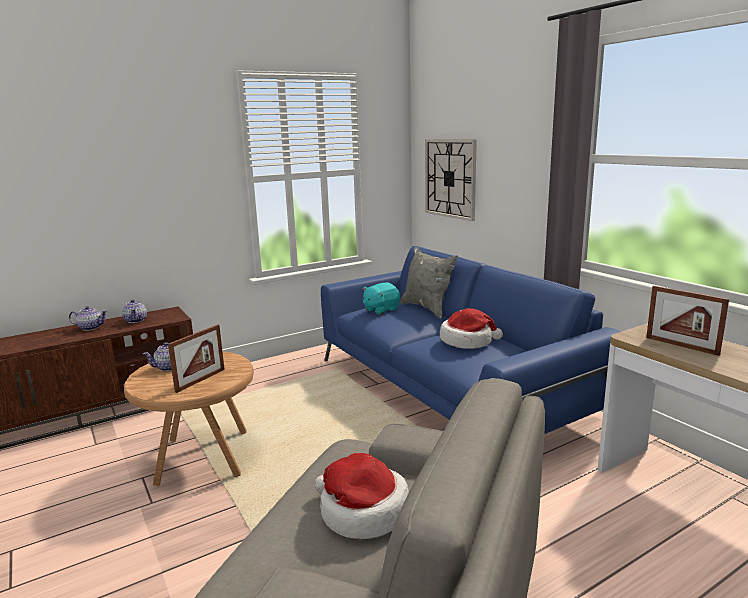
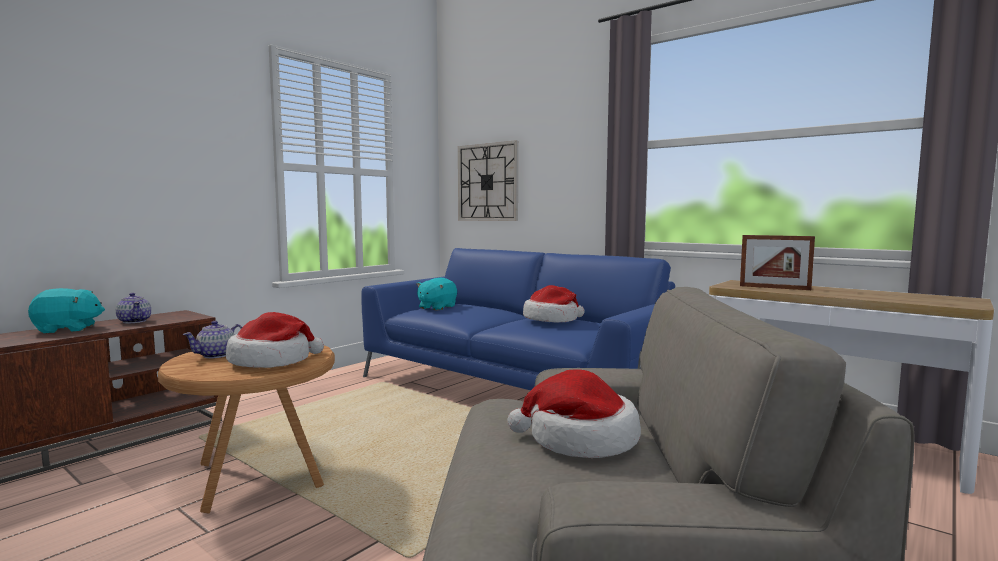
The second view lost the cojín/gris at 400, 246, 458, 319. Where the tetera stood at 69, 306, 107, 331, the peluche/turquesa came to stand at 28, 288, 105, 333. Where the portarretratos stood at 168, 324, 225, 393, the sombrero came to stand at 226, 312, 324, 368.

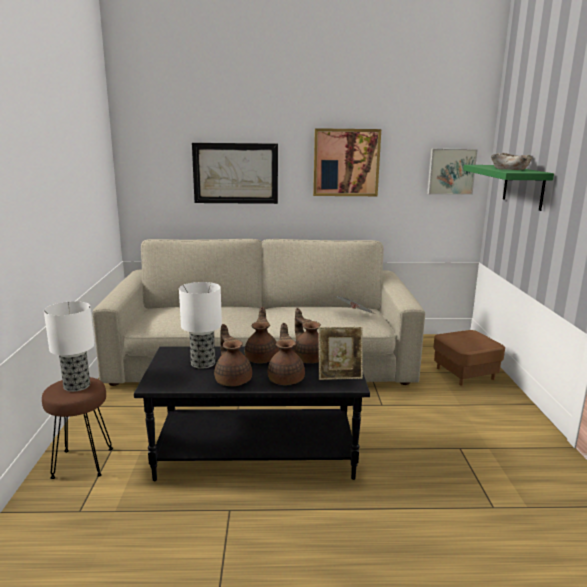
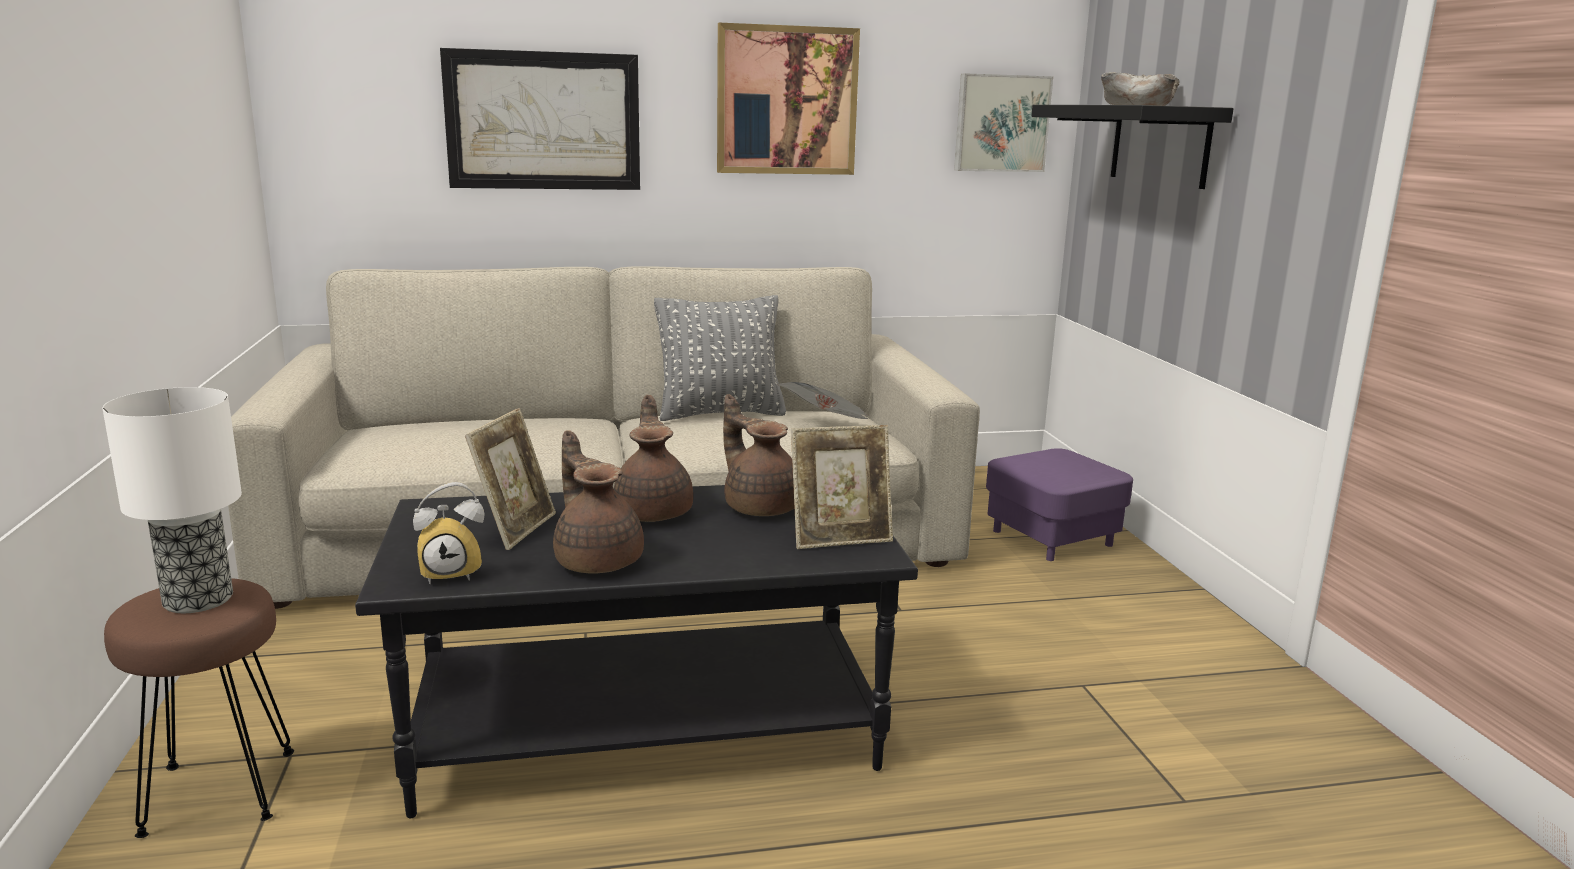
The second view lost the tetera/marrón at 268, 323, 305, 385. The second view gained the despertador at 413, 482, 484, 584. The second view gained the cojín/gris at 654, 295, 786, 421. Where the lámpara de mesa stood at 179, 282, 222, 369, the portarretratos came to stand at 465, 408, 556, 550. What was the puf/marrón at 433, 330, 505, 385 turned into the puf/morado at 986, 448, 1133, 561. What was the estante/verde at 463, 165, 554, 211 turned into the estante/negro at 1031, 105, 1234, 189.

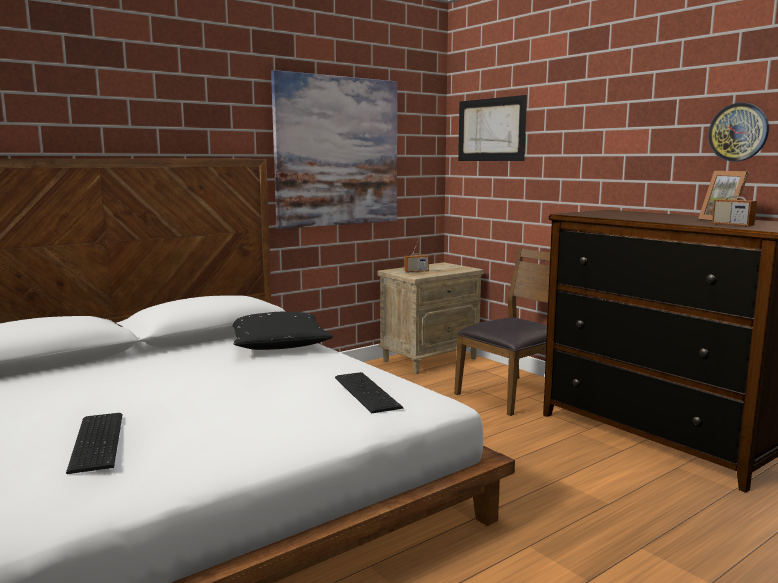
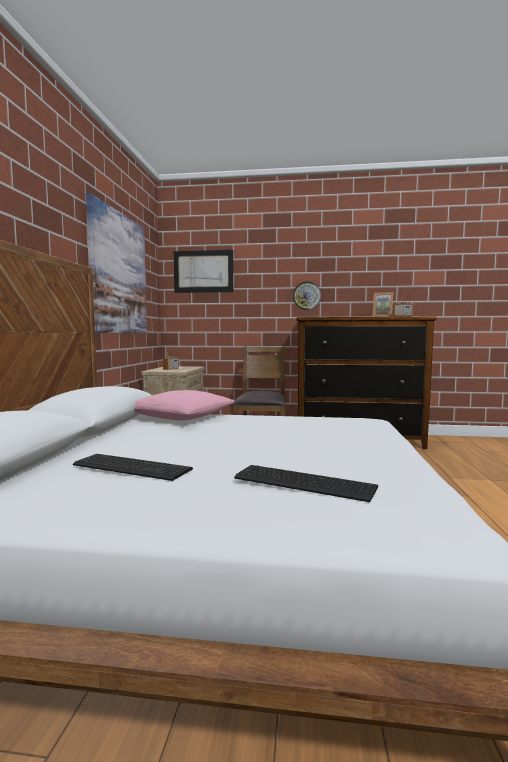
The teclado ended up elsewhere, having gone from 335, 372, 404, 414 to 73, 454, 193, 481. The reloj de pared ended up elsewhere, having gone from 708, 102, 769, 161 to 293, 281, 321, 310. What was the cojín/negro at 233, 312, 333, 350 turned into the cojín/rosa at 135, 390, 235, 420.

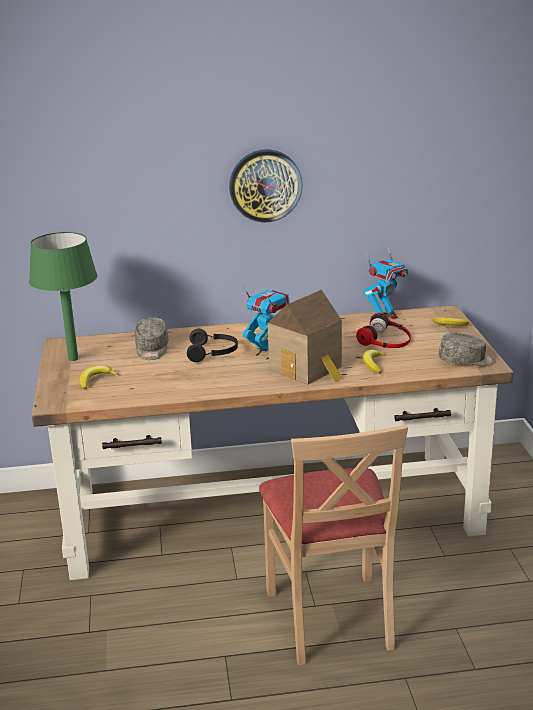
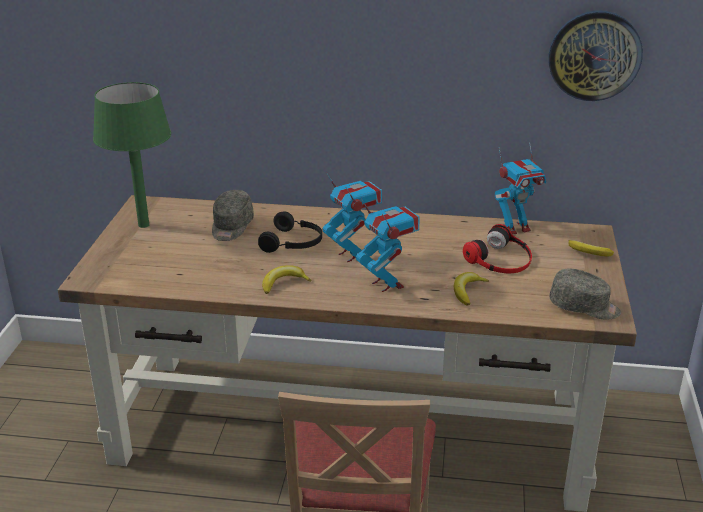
The plátano ended up elsewhere, having gone from 79, 365, 119, 389 to 262, 265, 312, 294. The reloj de pared ended up elsewhere, having gone from 229, 149, 303, 223 to 549, 10, 643, 101. Where the casita stood at 268, 289, 343, 385, the robot de juguete came to stand at 356, 198, 420, 292.

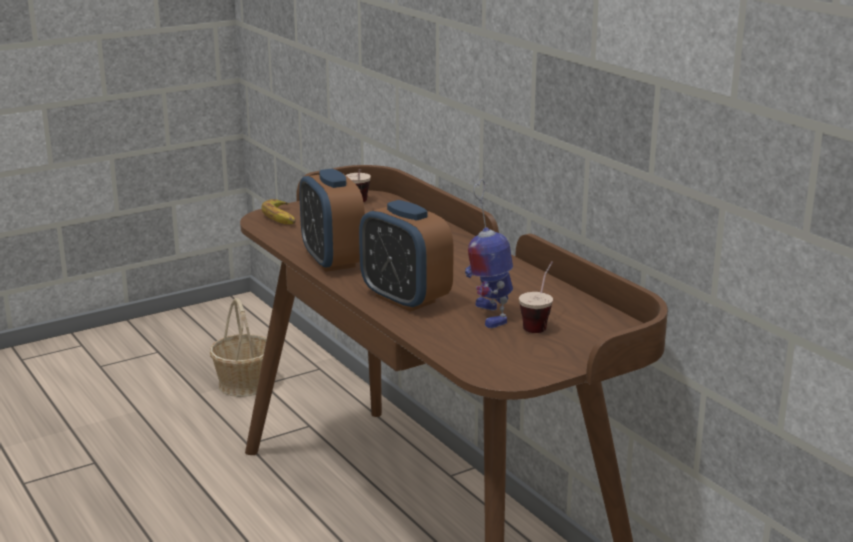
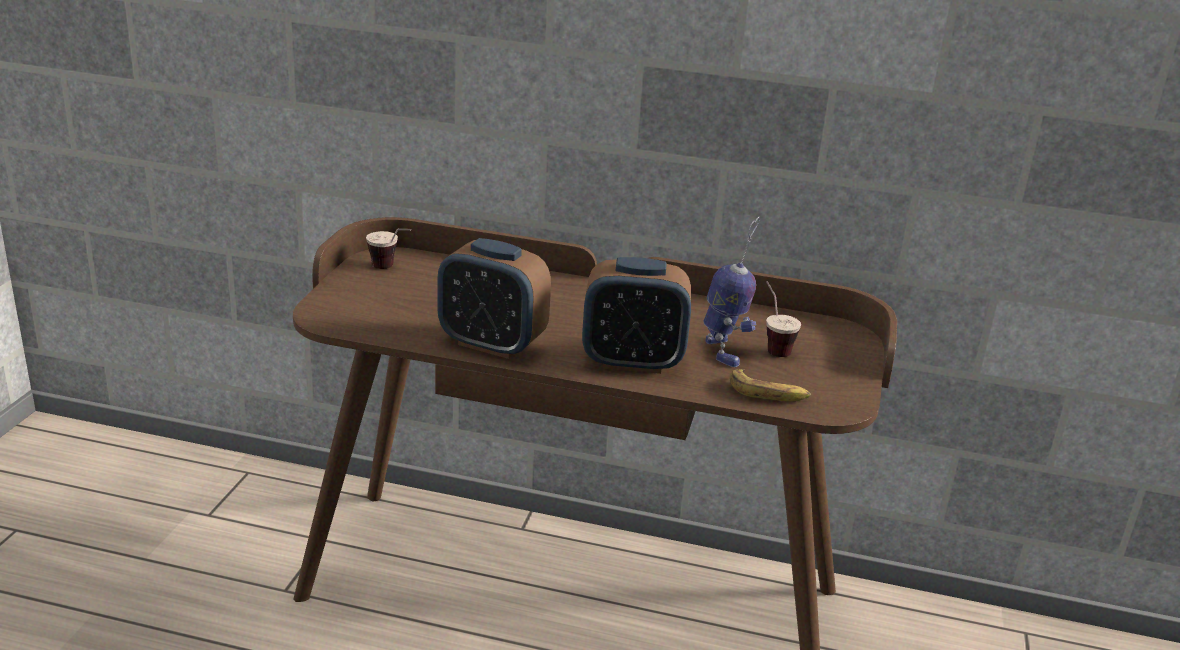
The second view lost the cesta at 210, 298, 267, 397. The plátano ended up elsewhere, having gone from 261, 199, 296, 225 to 730, 369, 811, 402. The robot de juguete at 465, 179, 513, 328 ended up facing another way, 135 degrees counterclockwise from before.

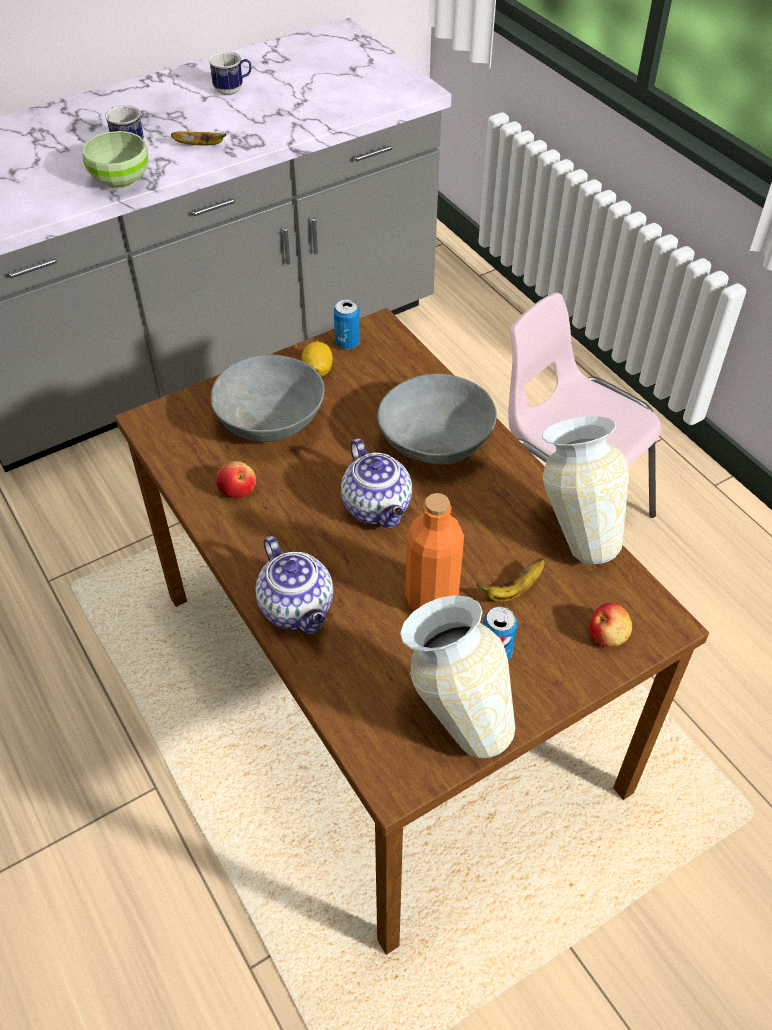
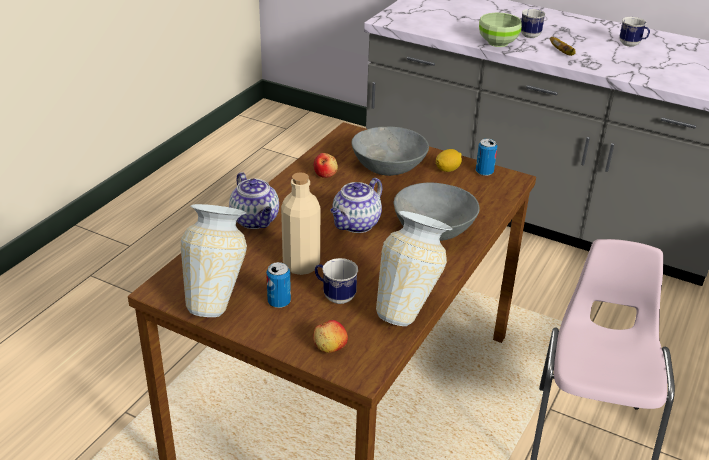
Where the plátano stood at 476, 559, 545, 602, the taza grande came to stand at 315, 258, 358, 304. What was the botella/naranja at 405, 493, 464, 611 turned into the botella/beis at 281, 172, 320, 275. The tetera at 256, 536, 333, 634 ended up facing another way, 60 degrees counterclockwise from before.

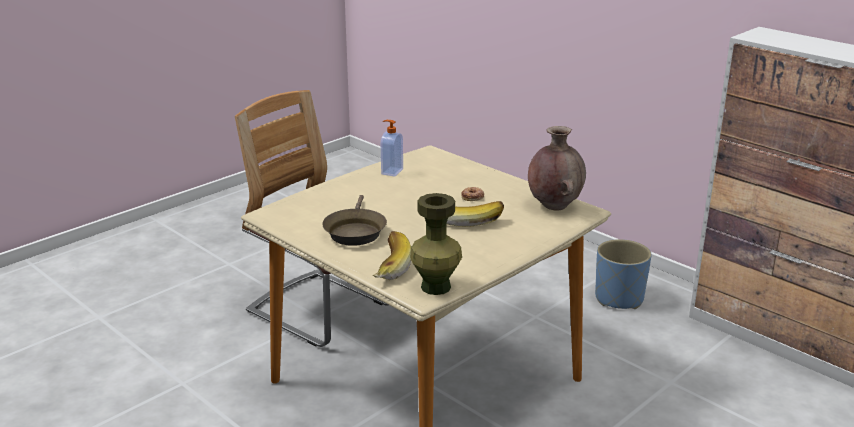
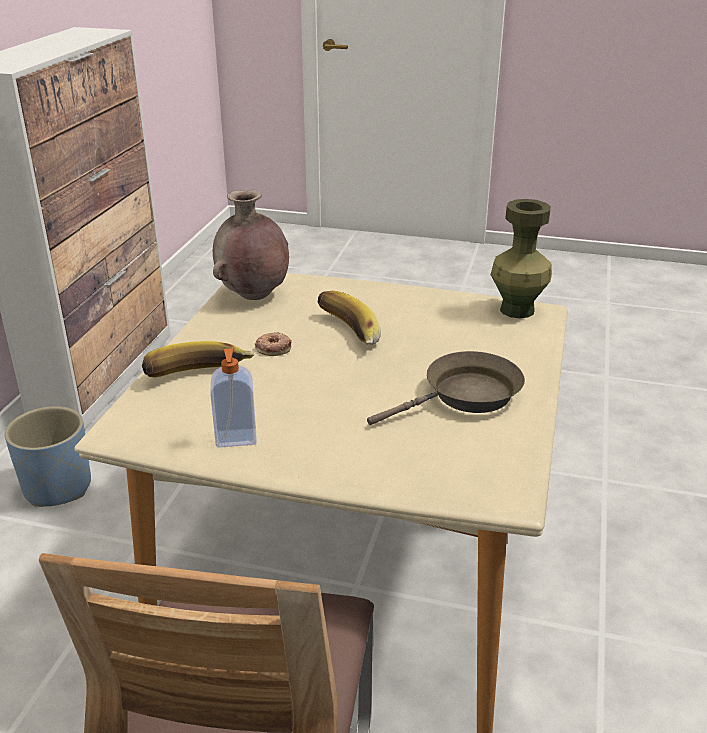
The plátano ended up elsewhere, having gone from 373, 231, 411, 280 to 142, 341, 255, 378.

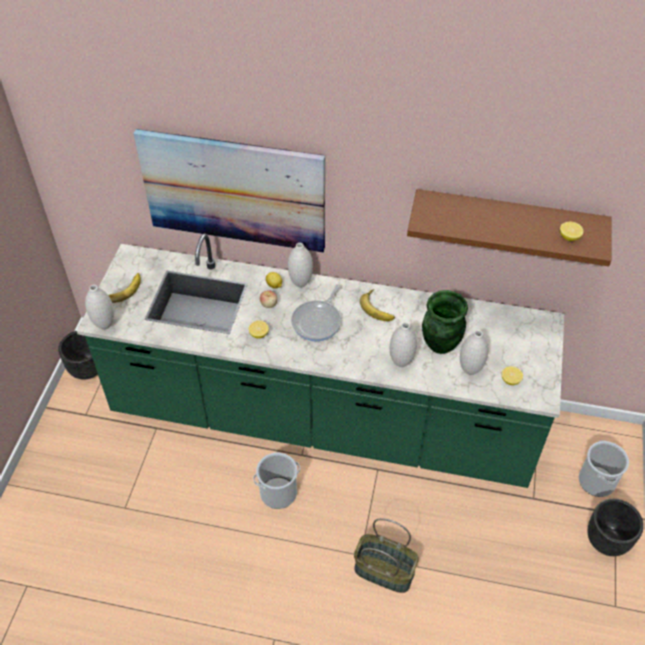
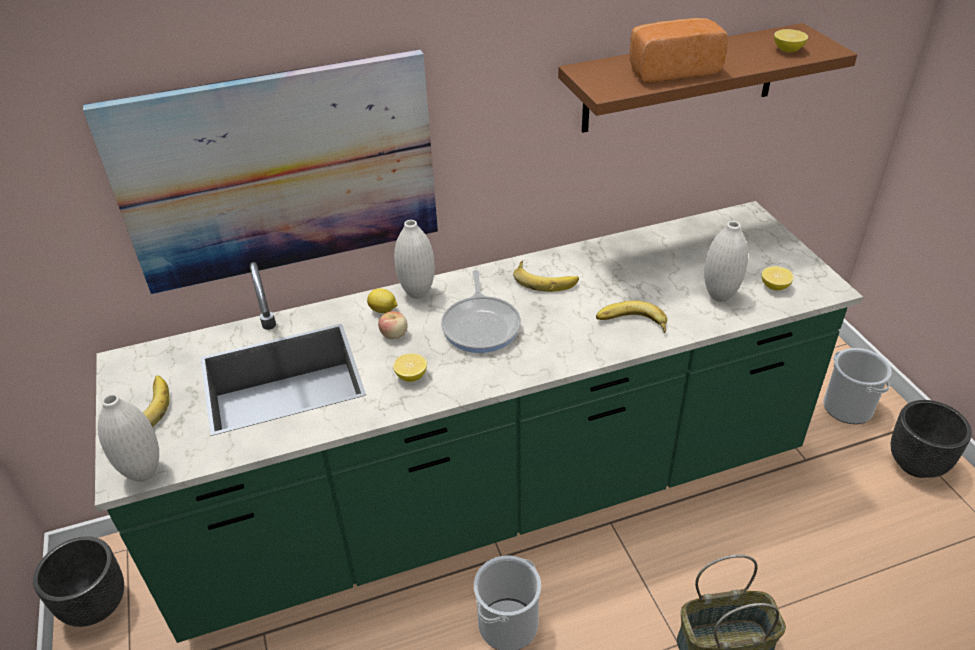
The second view lost the florero/verde at 422, 290, 468, 354. The second view gained the pan at 629, 18, 728, 83. Where the florero/blanco stood at 390, 322, 417, 367, the plátano came to stand at 596, 301, 667, 333.

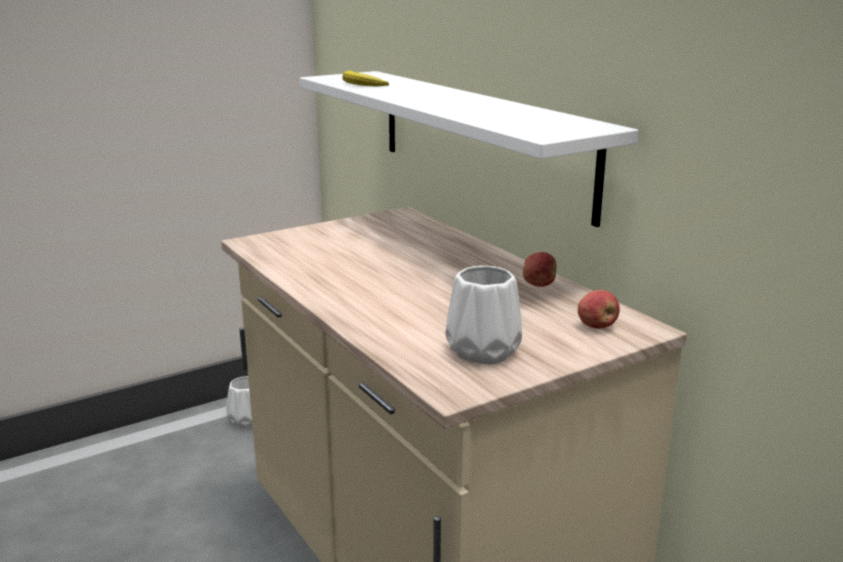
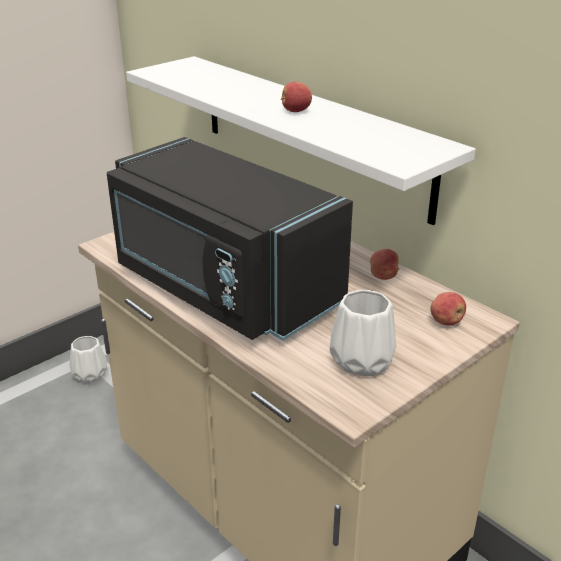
The second view lost the plátano at 343, 70, 389, 87. The second view gained the microondas/negro at 107, 137, 353, 341. The second view gained the manzana at 281, 82, 312, 112.

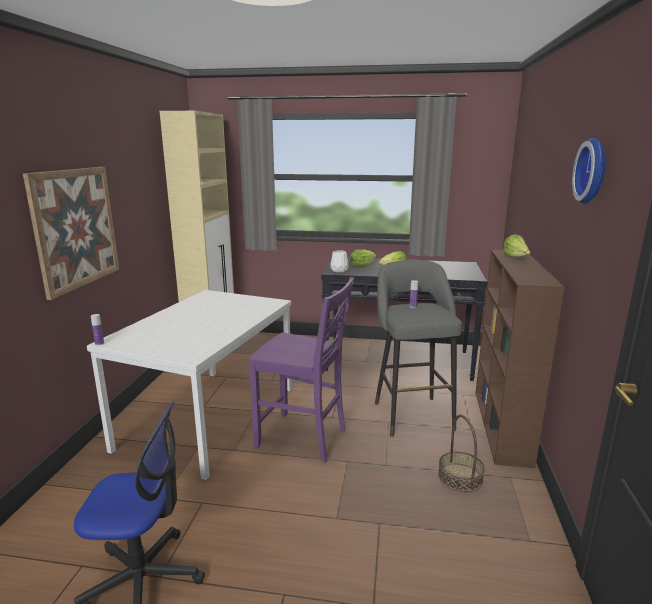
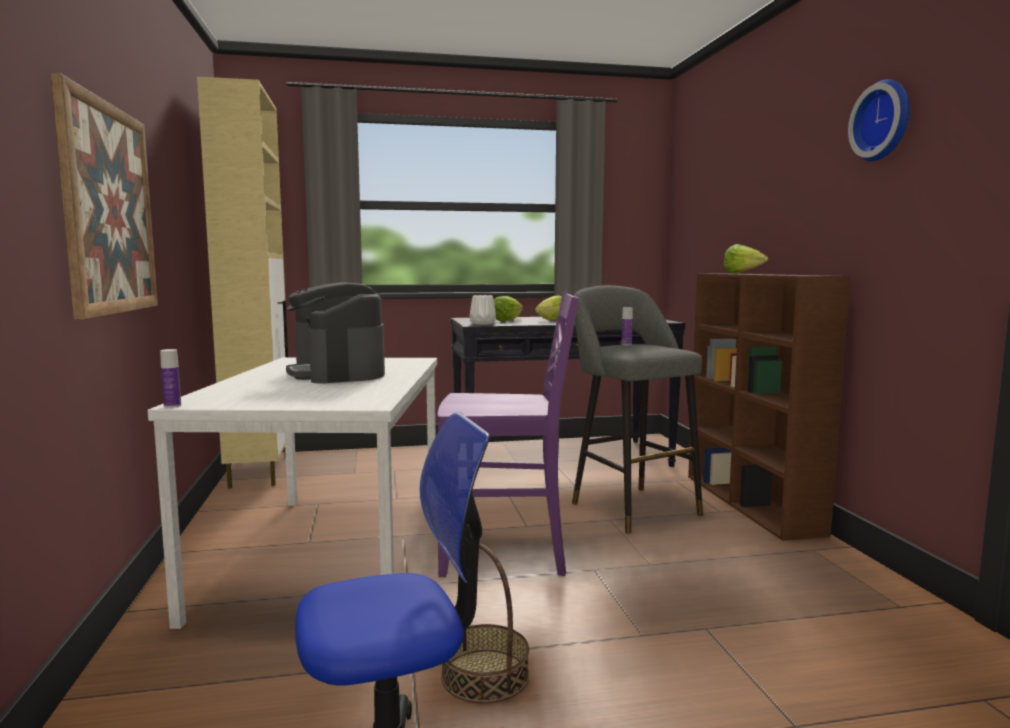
The second view gained the cafetera at 286, 282, 385, 384. The cesta ended up elsewhere, having gone from 438, 415, 485, 492 to 441, 543, 529, 704.

